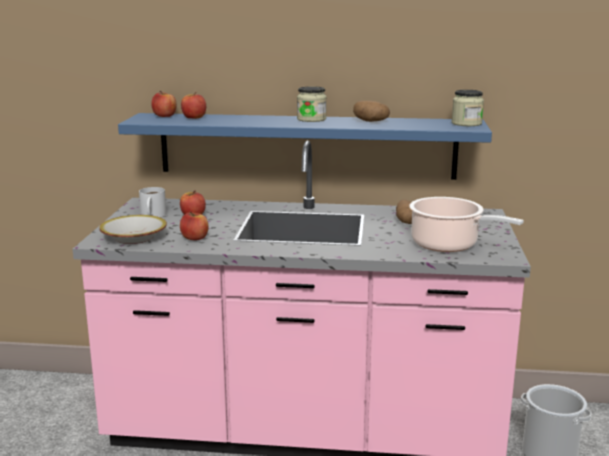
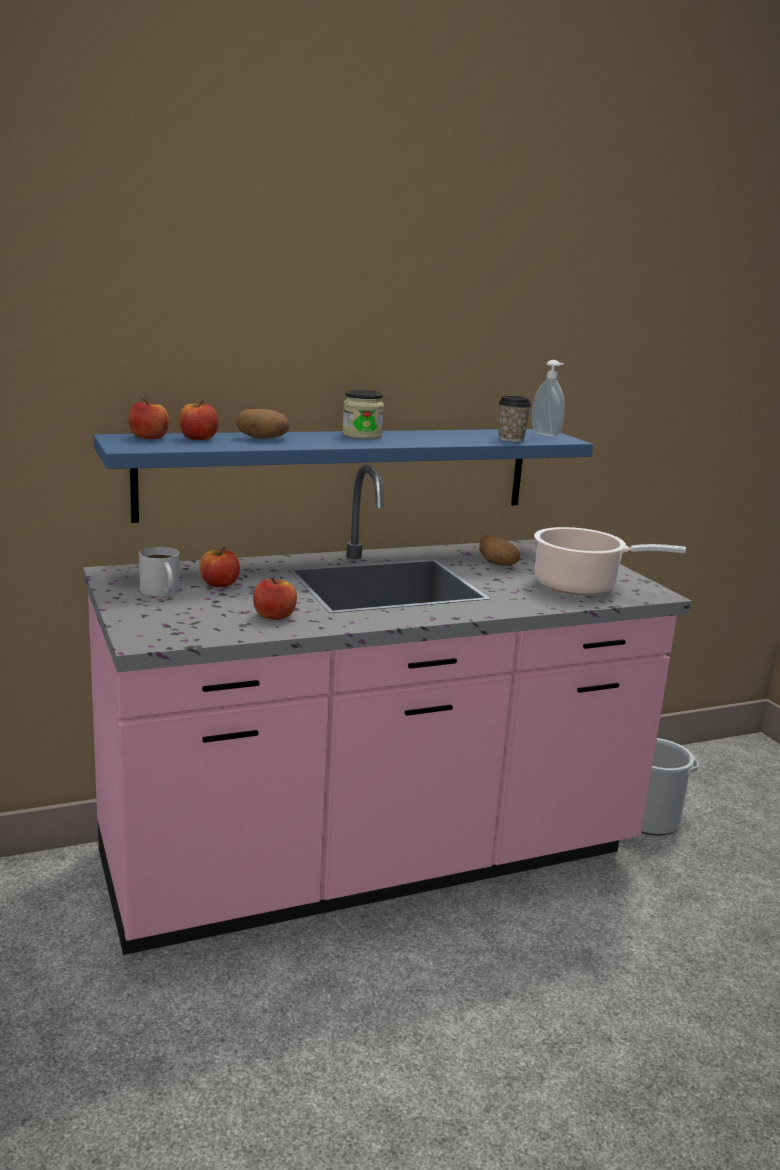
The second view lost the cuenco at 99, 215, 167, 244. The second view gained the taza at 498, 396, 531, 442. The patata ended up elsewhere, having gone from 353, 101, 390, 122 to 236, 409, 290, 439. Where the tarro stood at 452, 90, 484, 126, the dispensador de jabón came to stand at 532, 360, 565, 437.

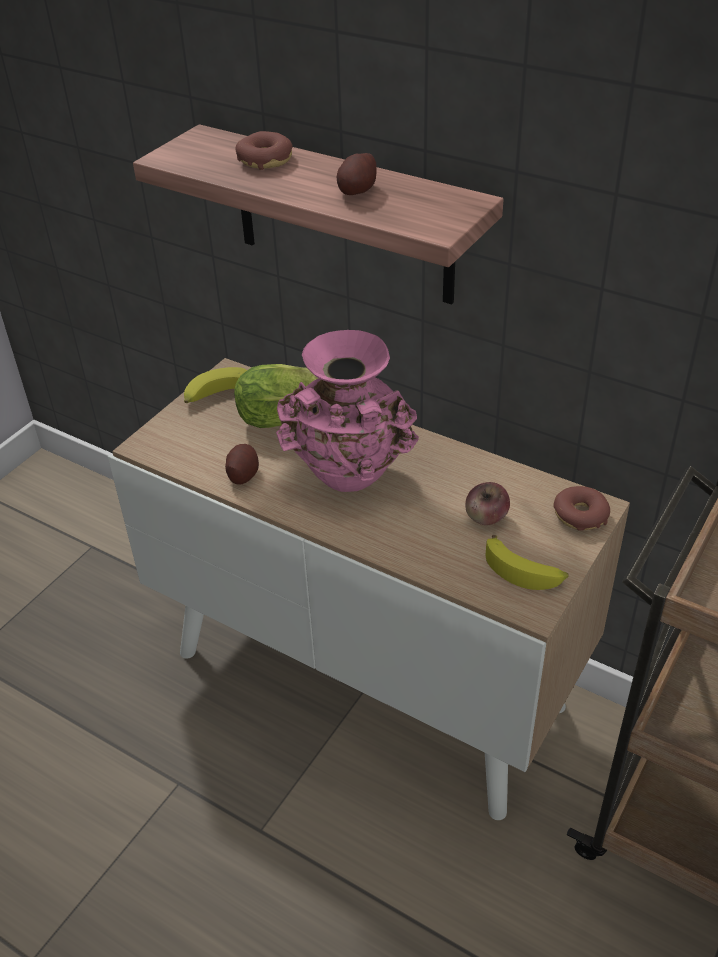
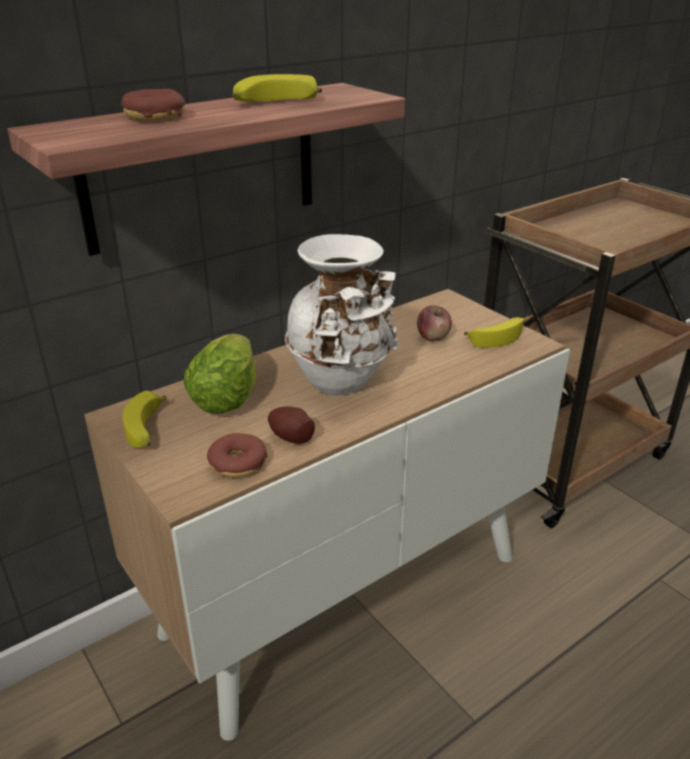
The rosquilla ended up elsewhere, having gone from 553, 486, 610, 531 to 207, 433, 268, 478. Where the patata stood at 337, 153, 377, 195, the plátano came to stand at 232, 74, 322, 102. What was the florero/rosa at 276, 330, 419, 492 turned into the florero/blanco at 285, 234, 398, 395.

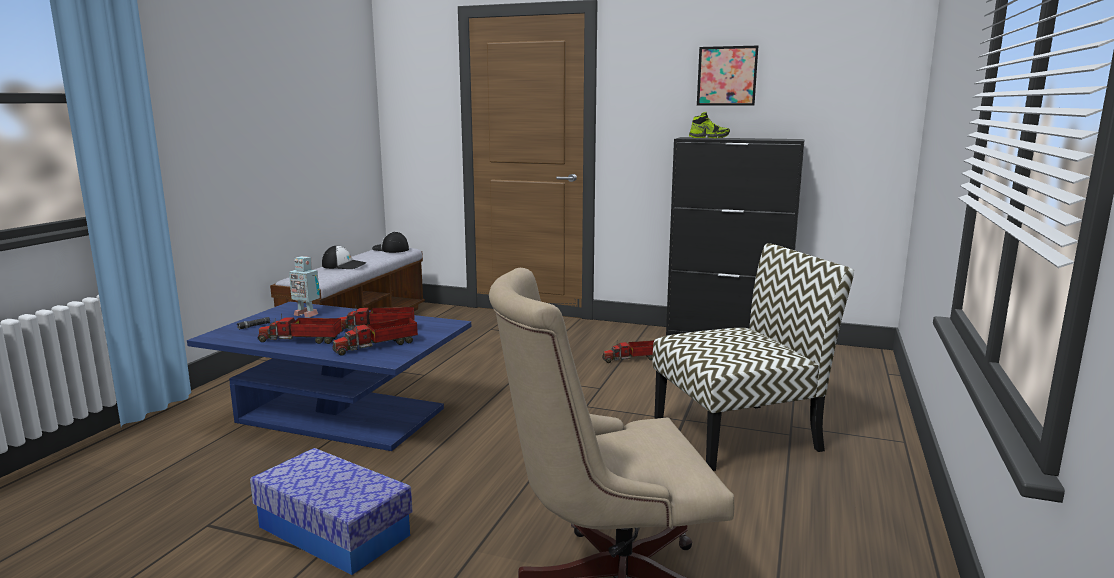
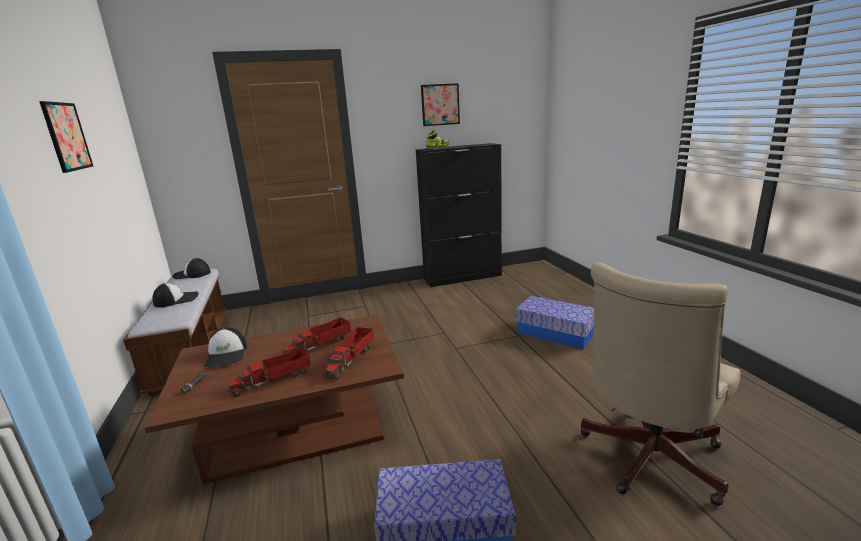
The second view lost the camión de juguete at 602, 340, 654, 363. The second view gained the cuadro at 39, 101, 93, 173. Where the robot de juguete stood at 289, 256, 320, 318, the gorra came to stand at 204, 327, 247, 368. Where the silla stood at 653, 243, 854, 471, the caja de almacenaje came to stand at 515, 296, 594, 349. What was the mesa de centro/azul at 187, 302, 471, 451 turned into the mesa de centro/marrón at 144, 315, 404, 484.

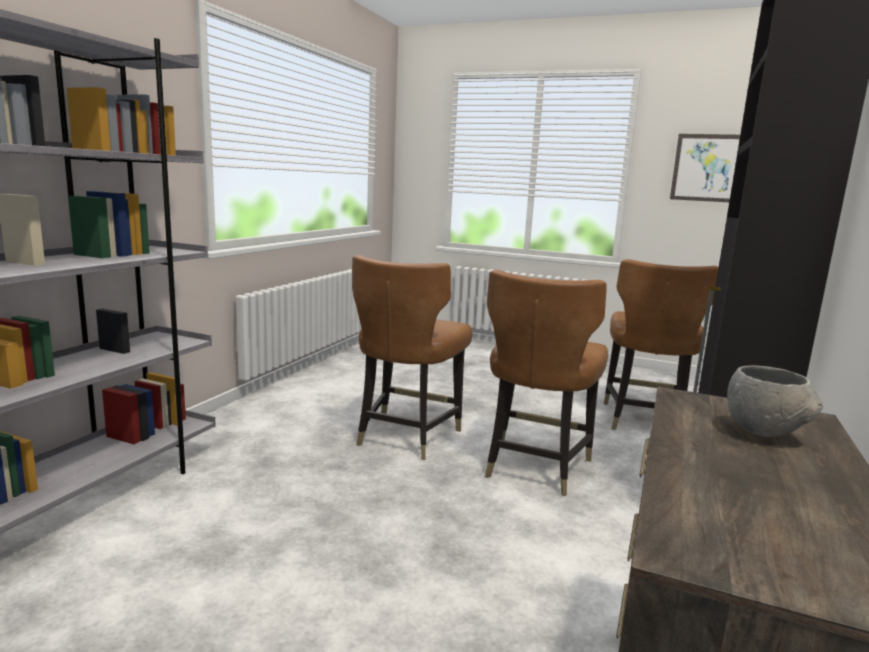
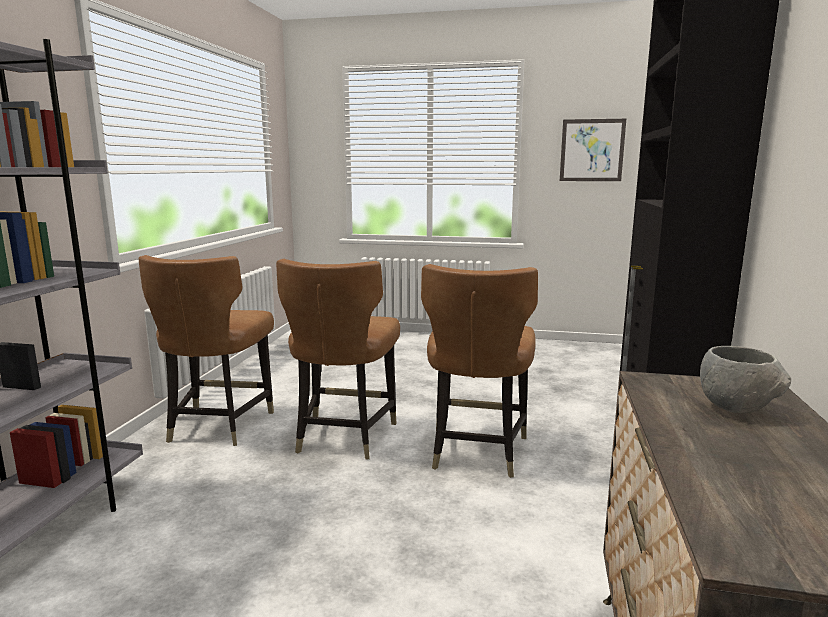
The silla/marrón ended up elsewhere, having gone from 604, 259, 719, 430 to 138, 255, 274, 446.

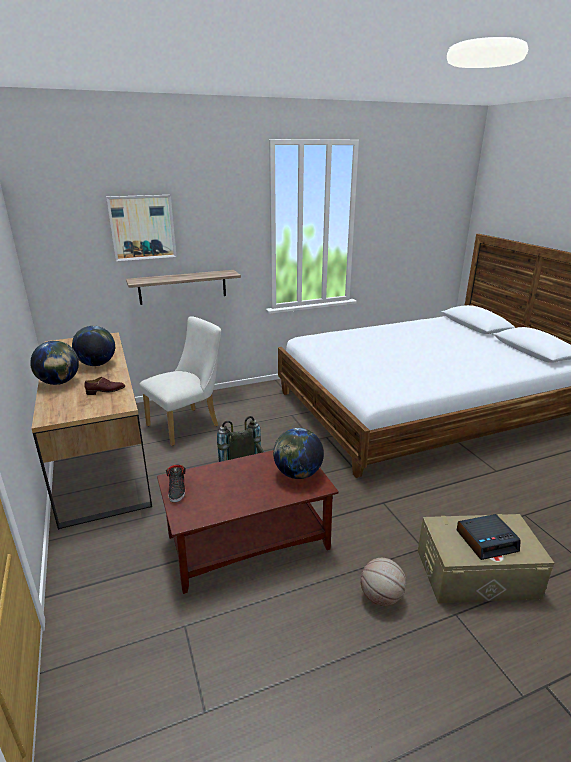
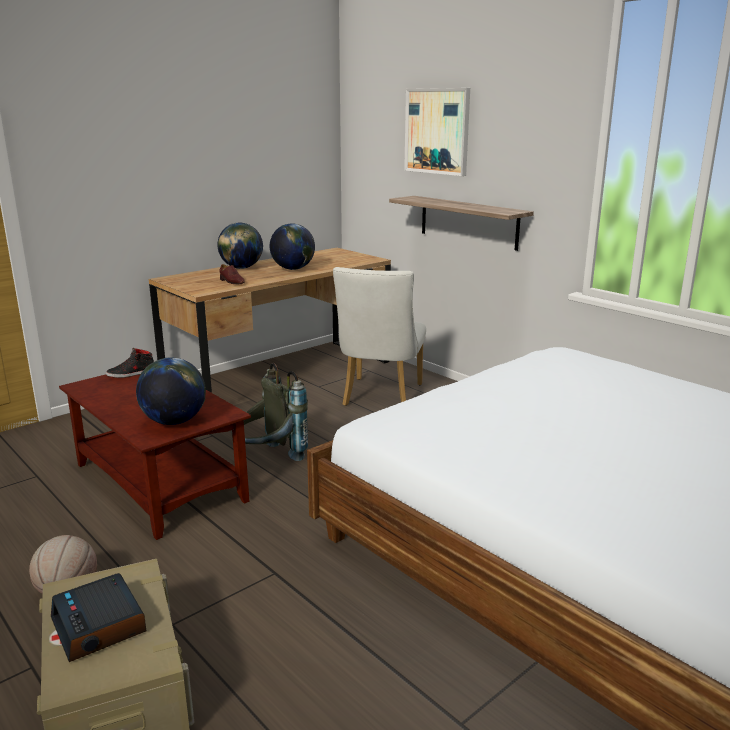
The silla/blanco at 139, 316, 221, 446 ended up facing another way, 75 degrees clockwise from before.

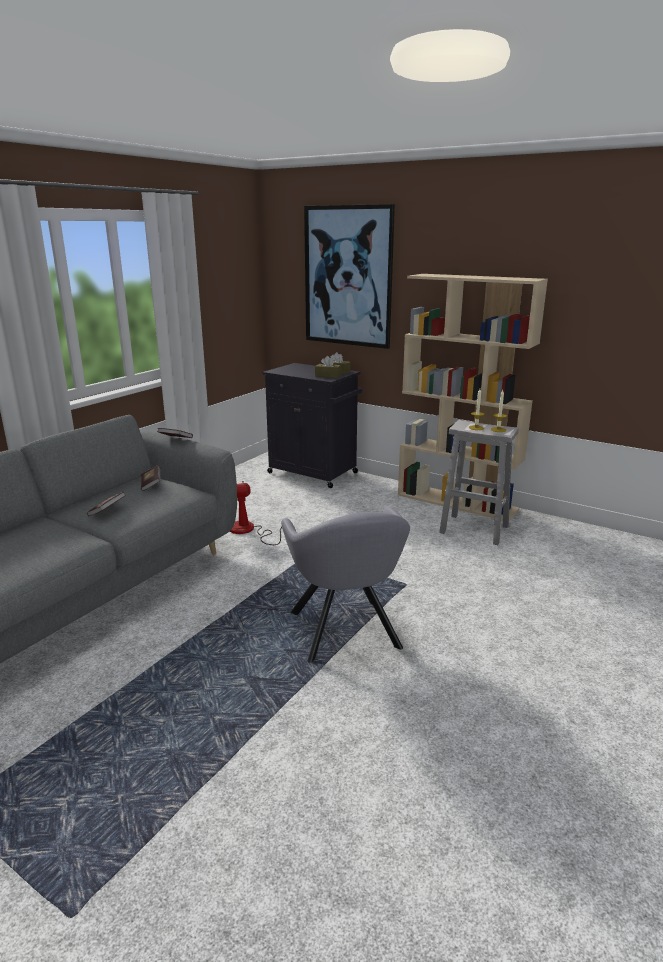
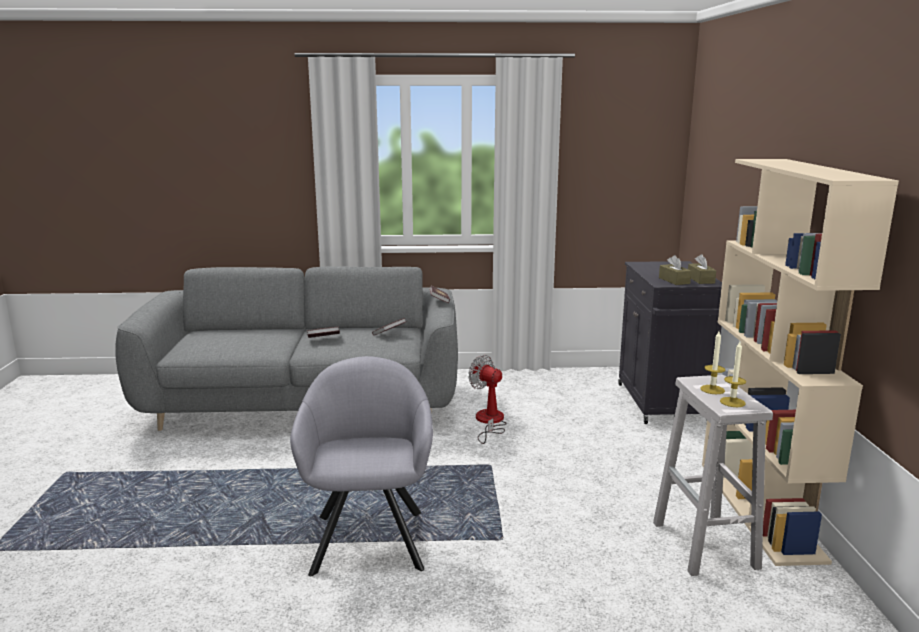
The second view lost the cuadro at 304, 204, 395, 349. The sillón/gris at 281, 507, 410, 663 ended up facing another way, 135 degrees clockwise from before.

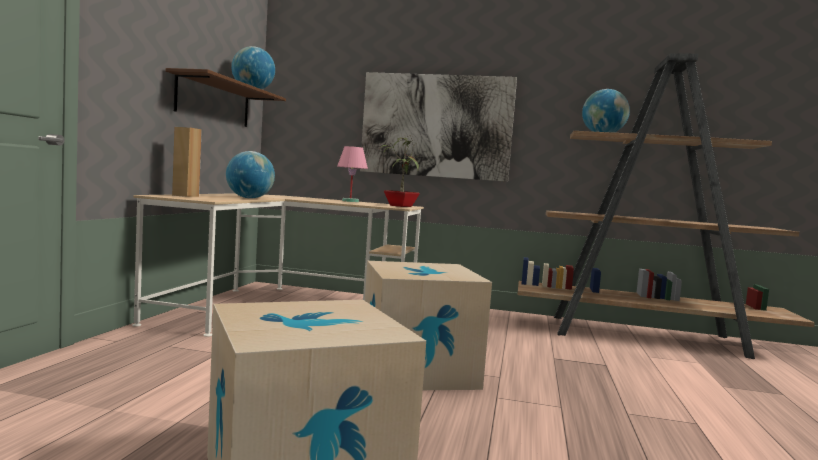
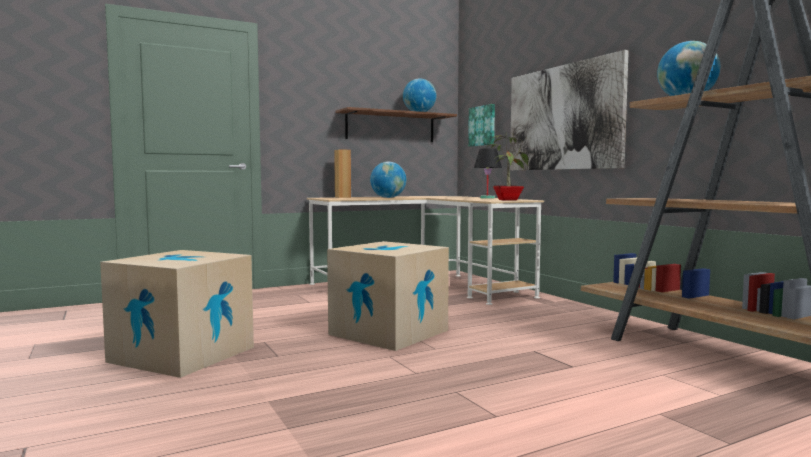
The second view gained the cuadro at 468, 104, 495, 147. What was the lámpara de mesa/rosa at 337, 146, 368, 202 turned into the lámpara de mesa/negro at 474, 148, 502, 199.

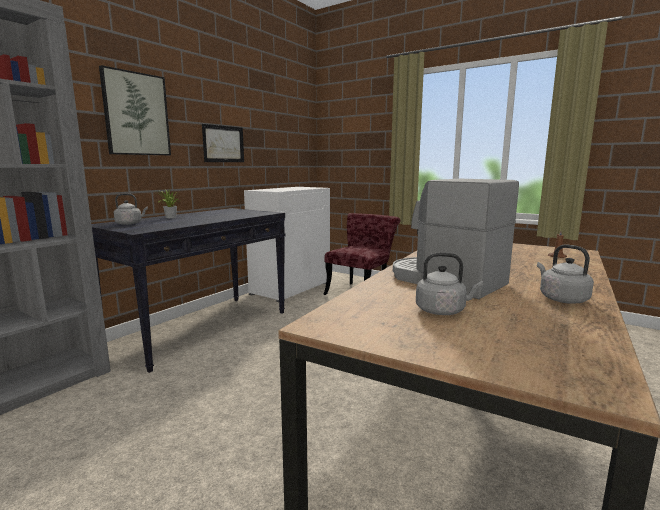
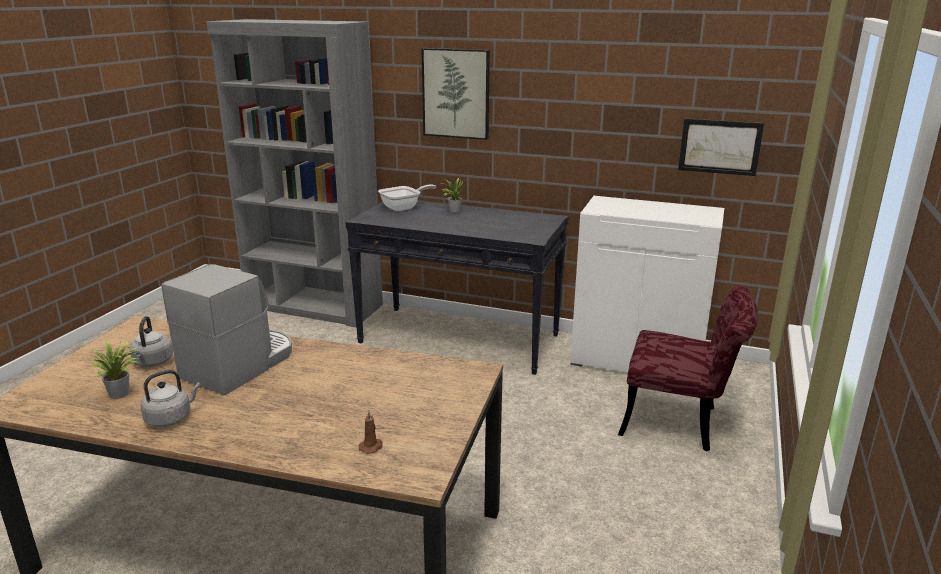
The second view gained the planta en maceta at 90, 341, 139, 399. The cuadro ended up elsewhere, having gone from 202, 124, 244, 162 to 678, 118, 764, 176. Where the hervidor/gris stood at 114, 193, 148, 225, the sartén came to stand at 378, 185, 437, 211.

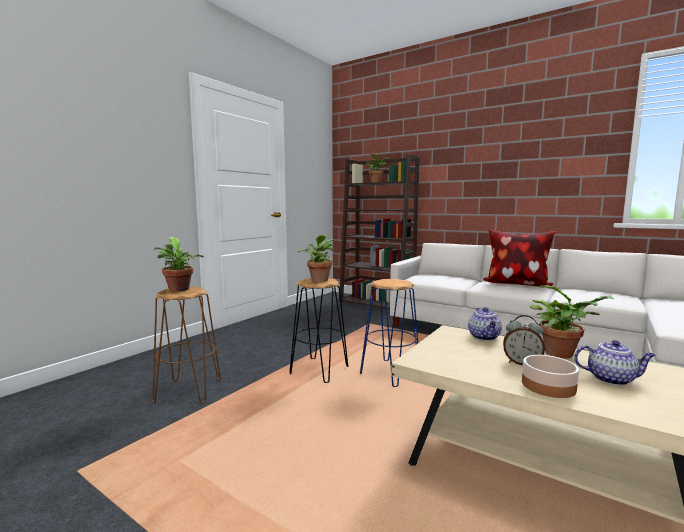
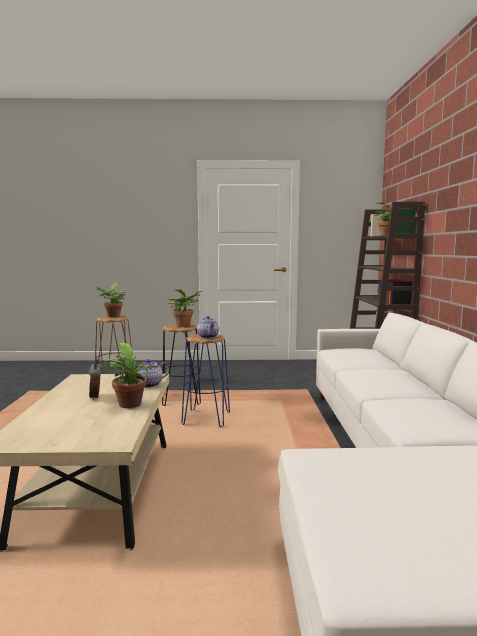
The second view lost the cojín at 483, 229, 556, 286. The second view lost the cuenco at 522, 355, 579, 398. The tetera ended up elsewhere, having gone from 574, 340, 656, 385 to 197, 316, 219, 338.

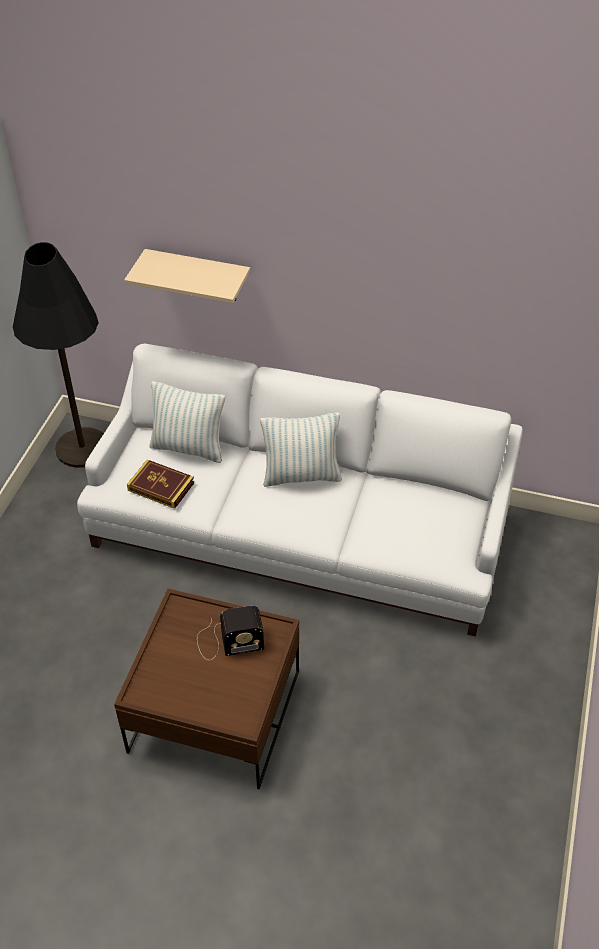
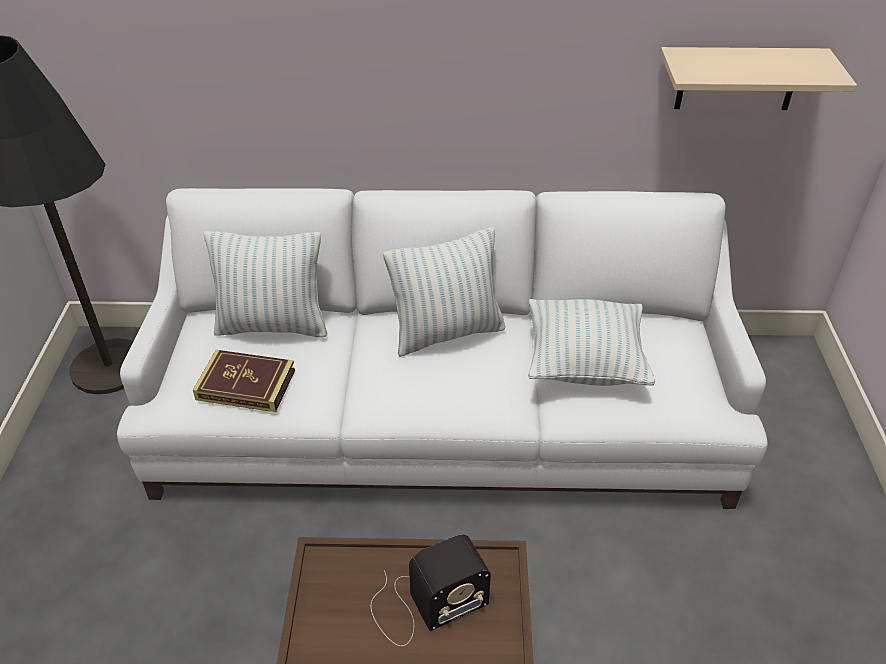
The second view gained the cojín at 528, 299, 655, 386. The estante/beis ended up elsewhere, having gone from 124, 249, 250, 303 to 660, 47, 857, 110.

